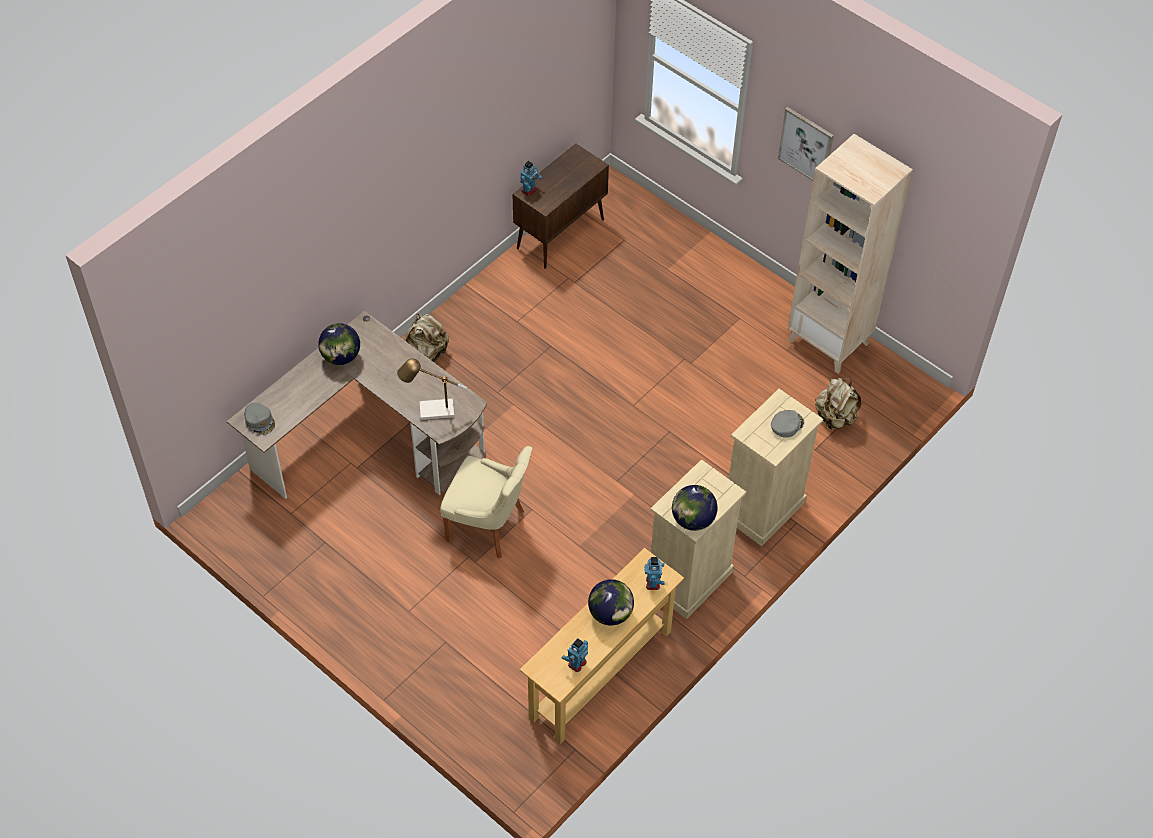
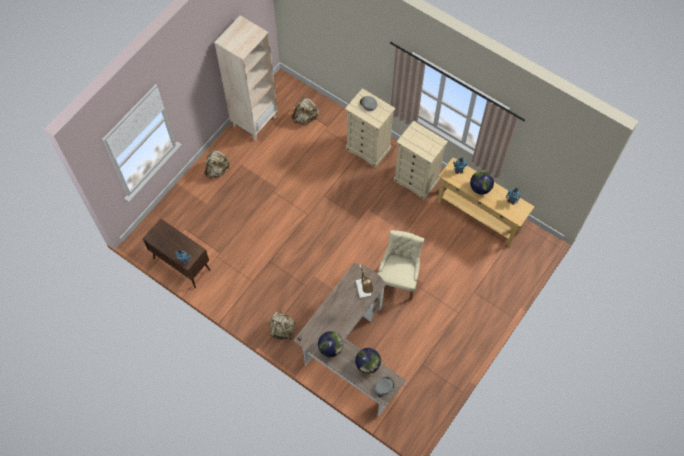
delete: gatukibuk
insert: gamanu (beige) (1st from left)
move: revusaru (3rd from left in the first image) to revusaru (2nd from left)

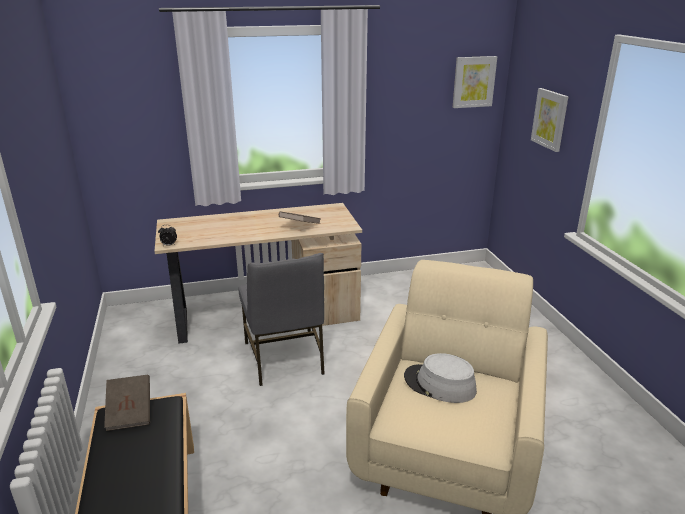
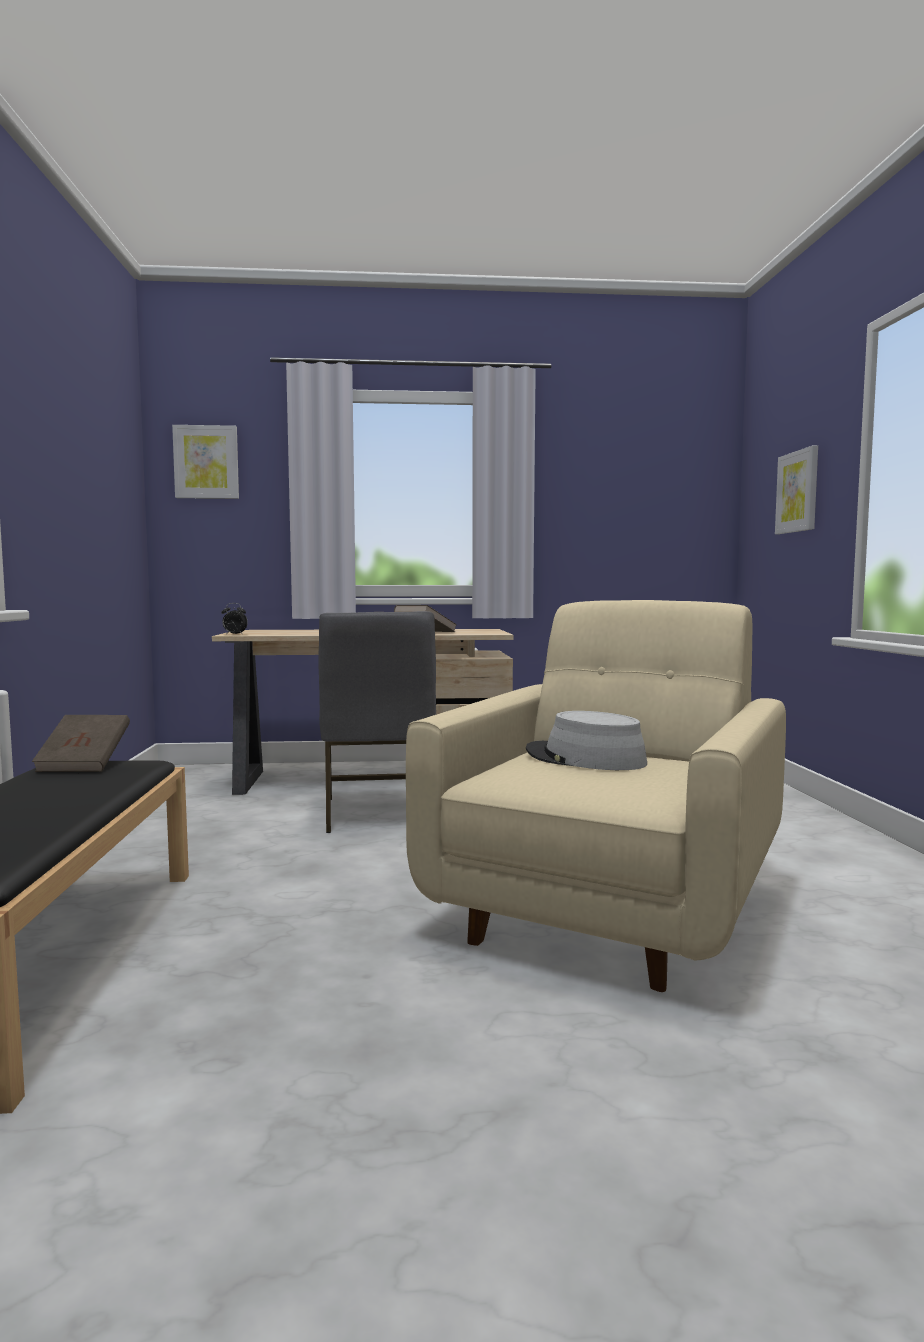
move: gatukibuk (1st from left)

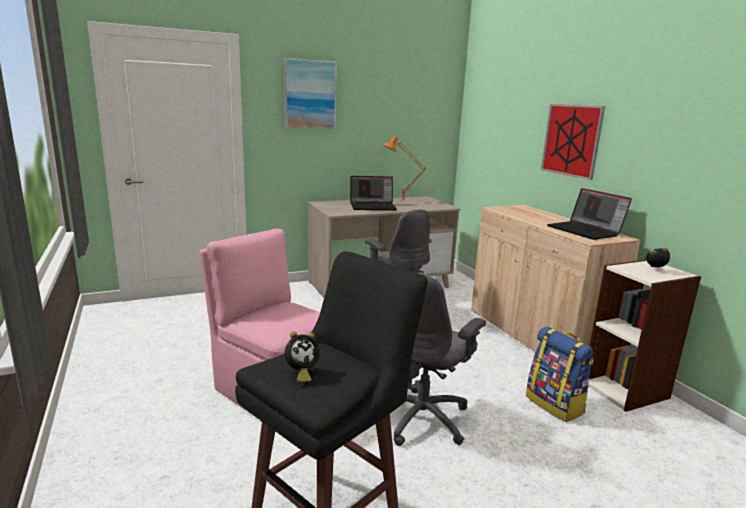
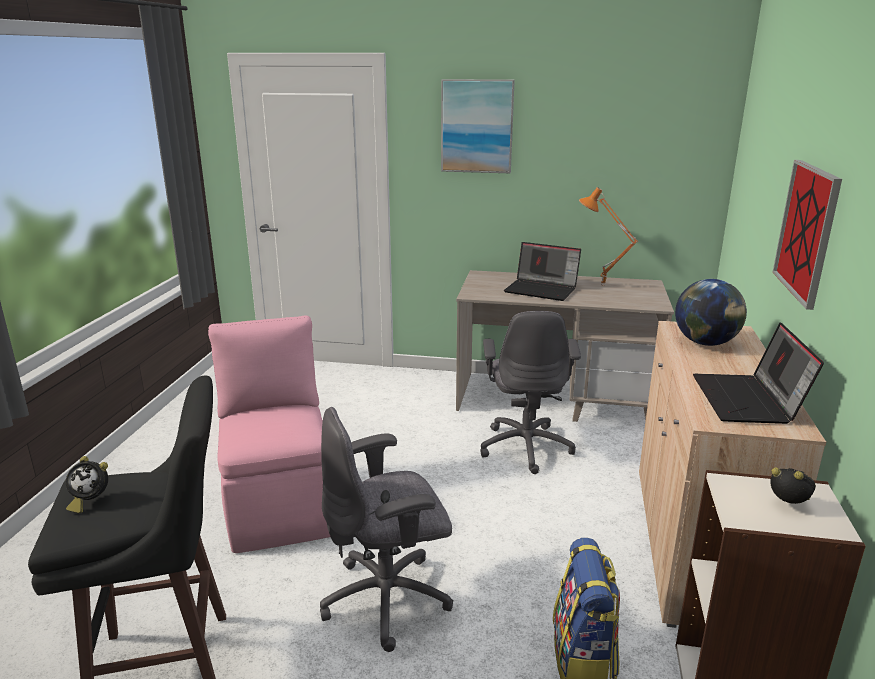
insert: revusaru

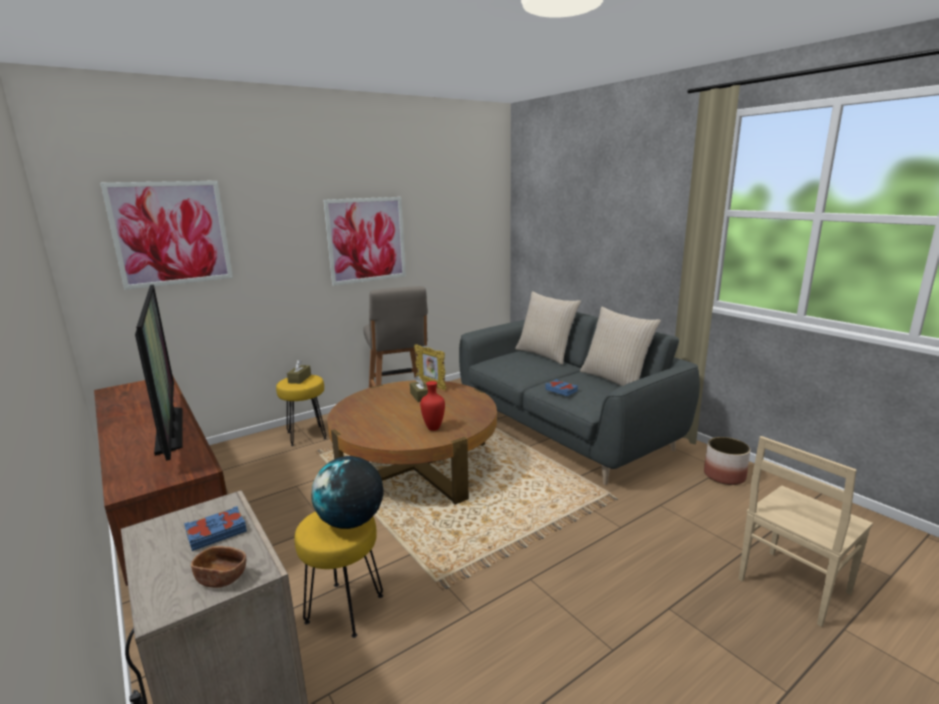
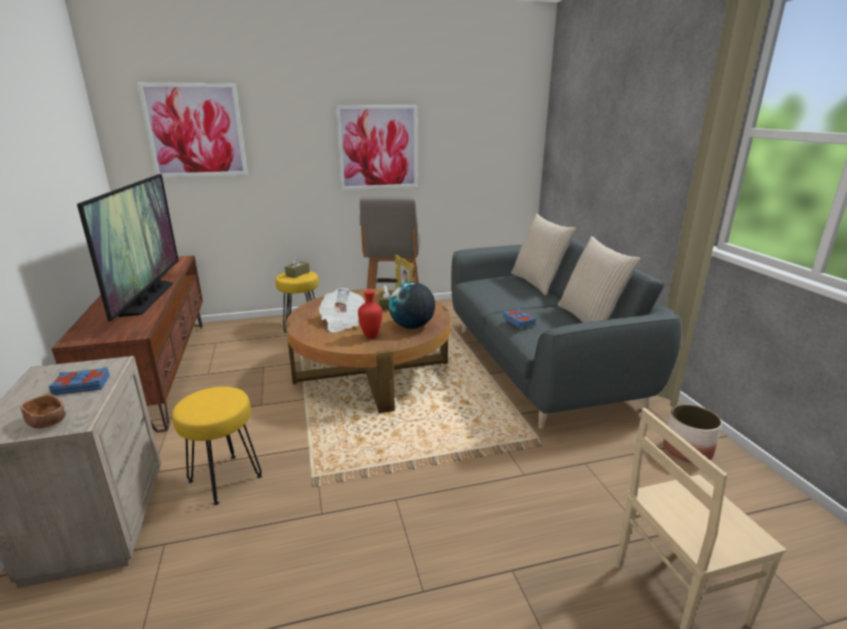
insert: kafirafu
move: revusaru

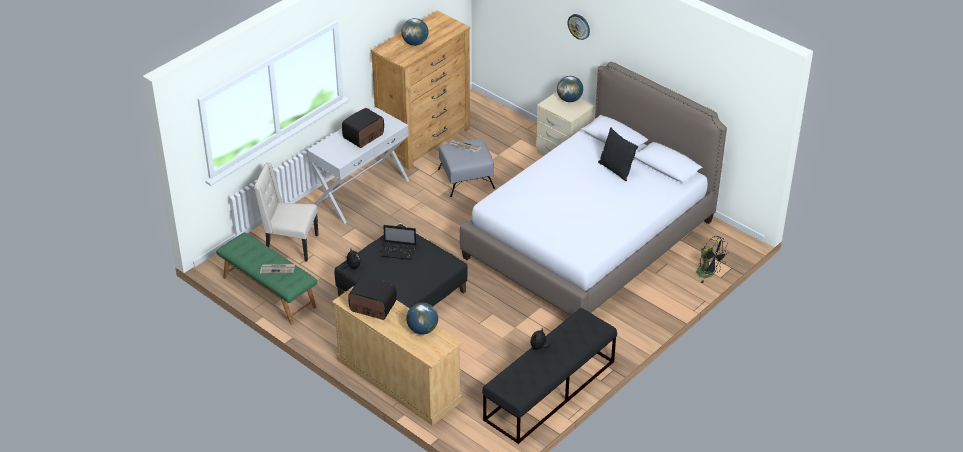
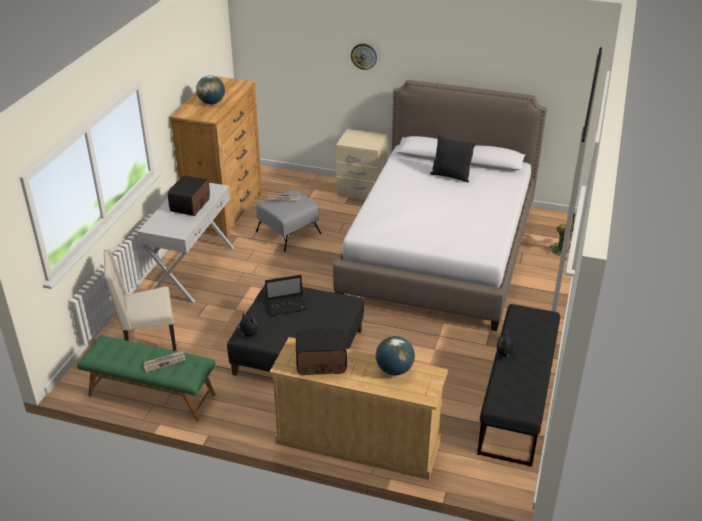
delete: revusaru (3rd from left)

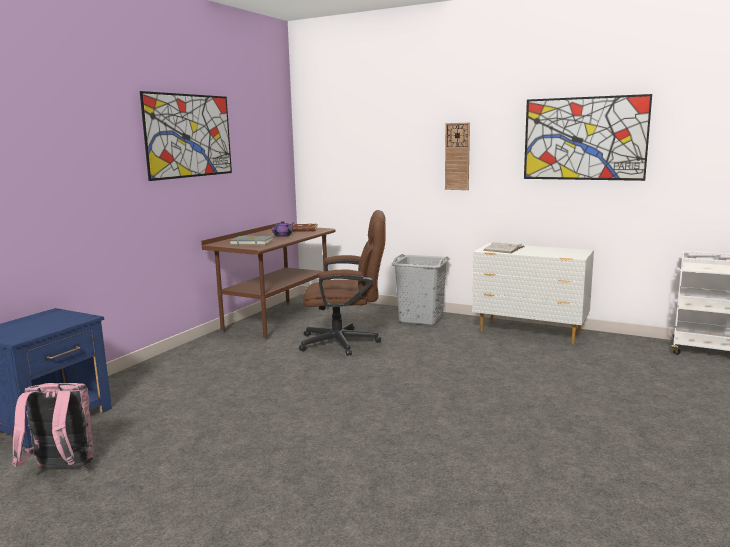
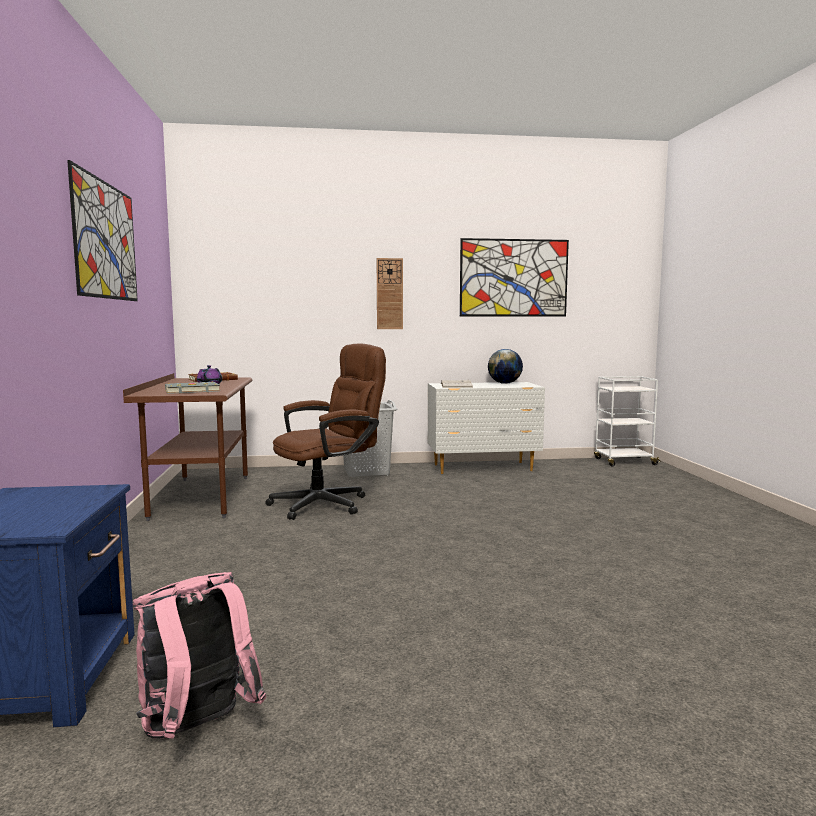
insert: revusaru

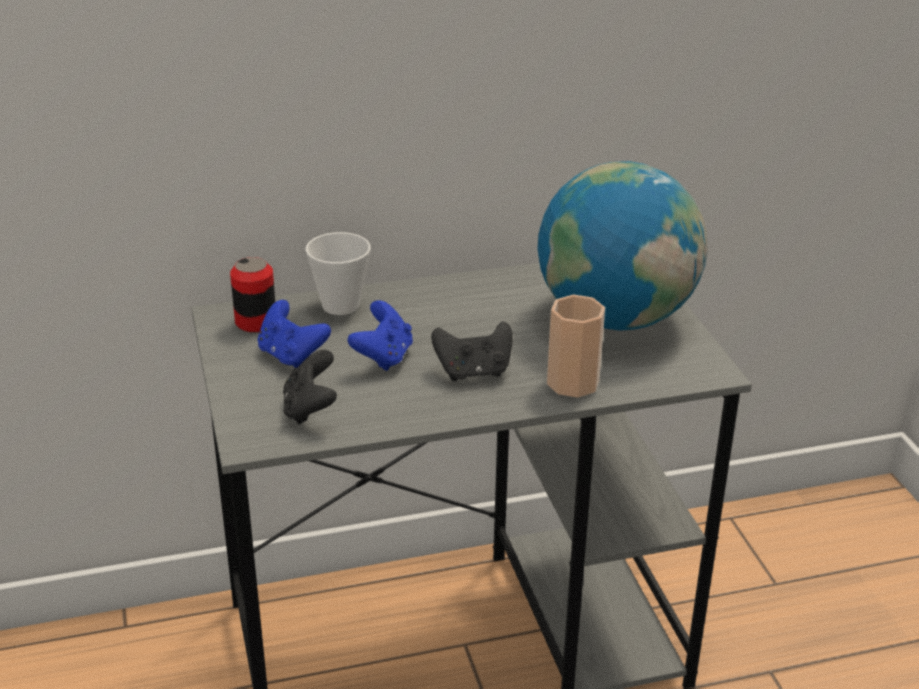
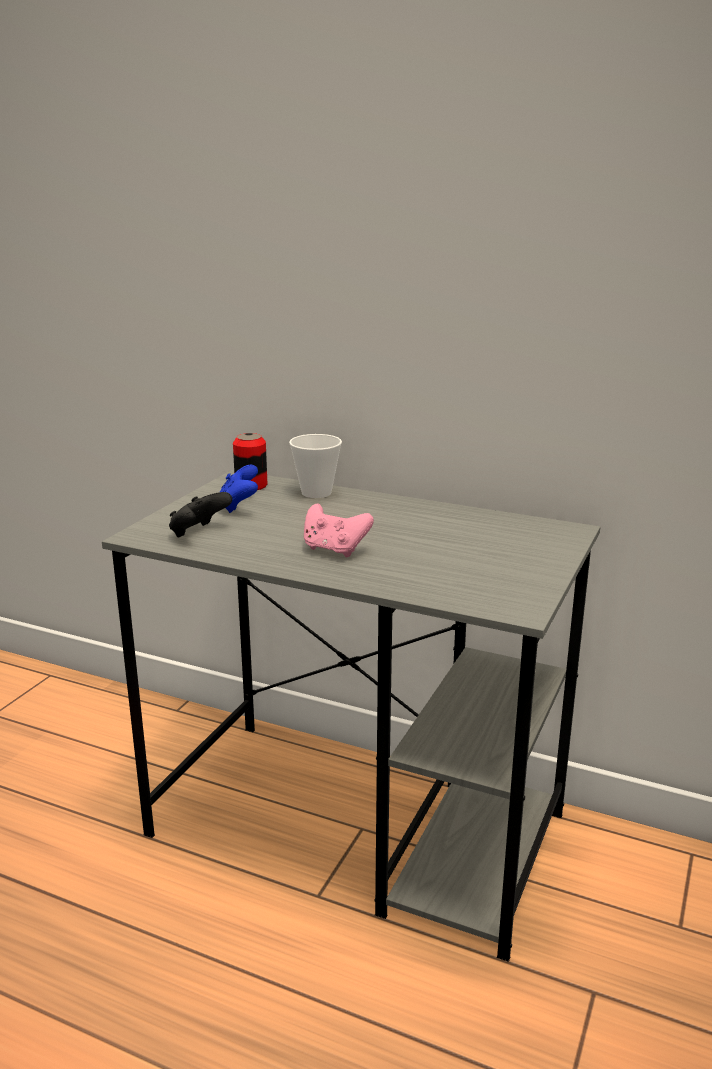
delete: revusaru; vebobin (2nd from left); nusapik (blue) (2nd from left)
recolor: nusapik (black) (2nd from left) to nusapik (pink)

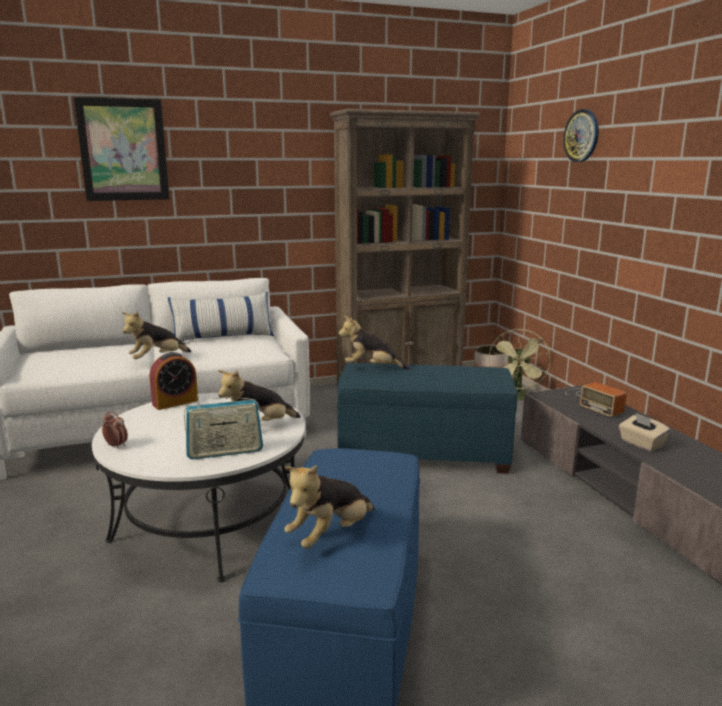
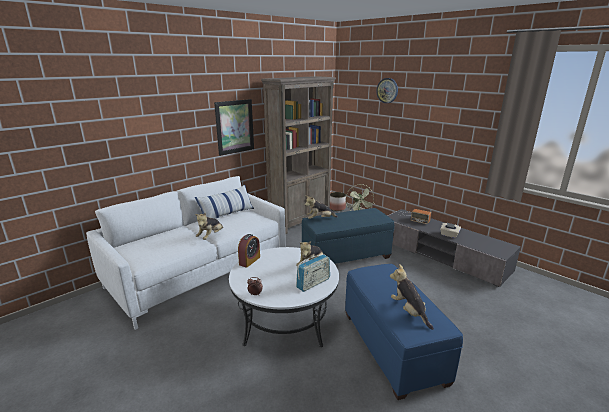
move: gatukibuk
rotate: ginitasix (3rd from left in the first image) 135 degrees clockwise

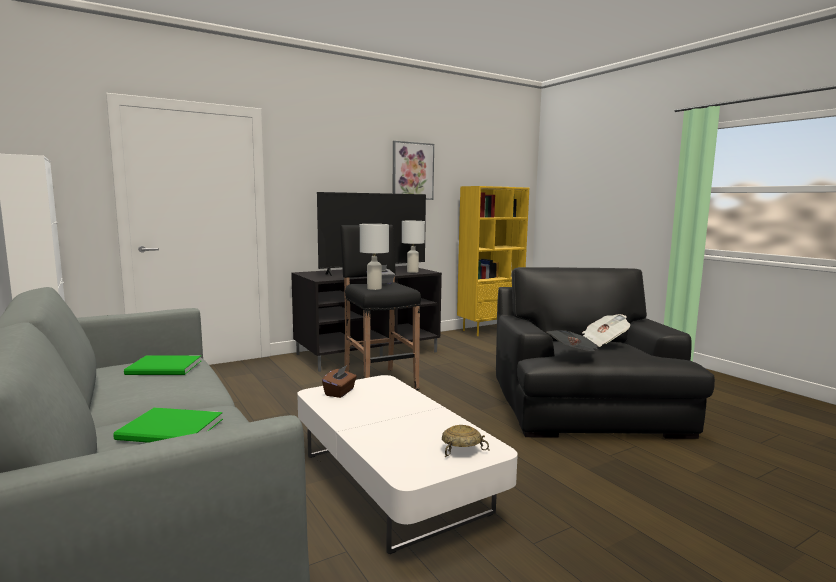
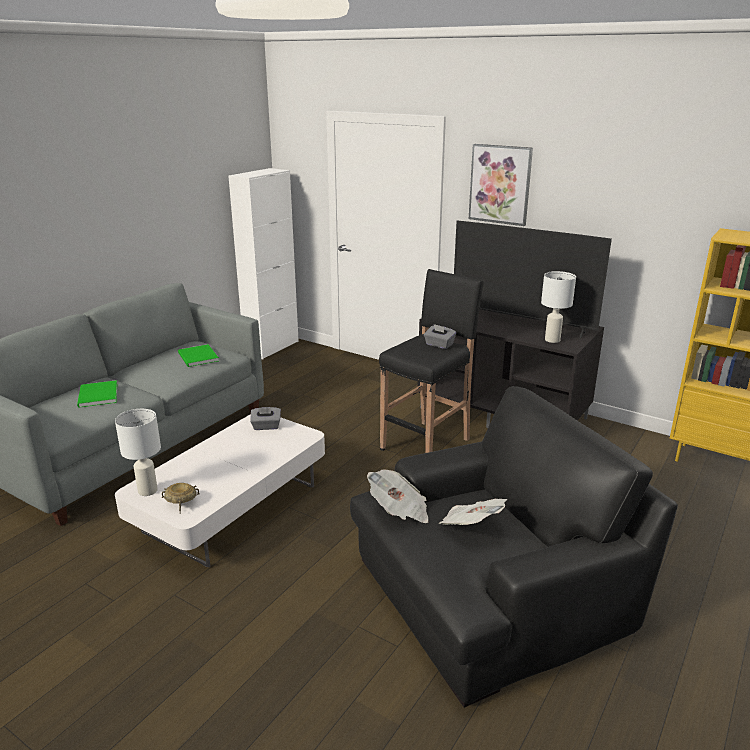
move: gatukibuk; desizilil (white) (1st from left)
recolor: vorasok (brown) to vorasok (grey) (1st from left)

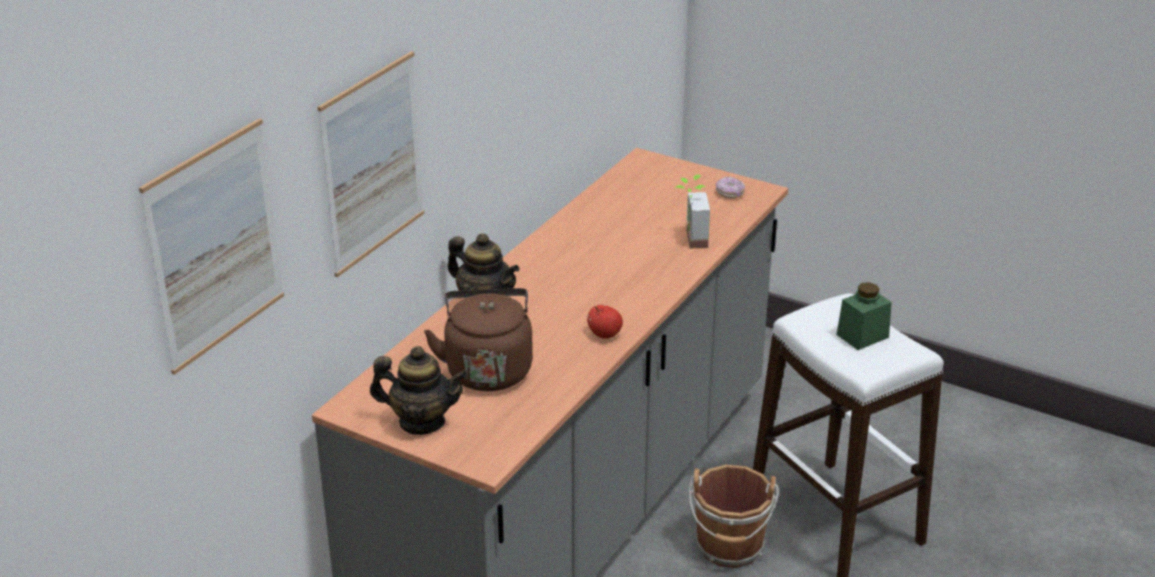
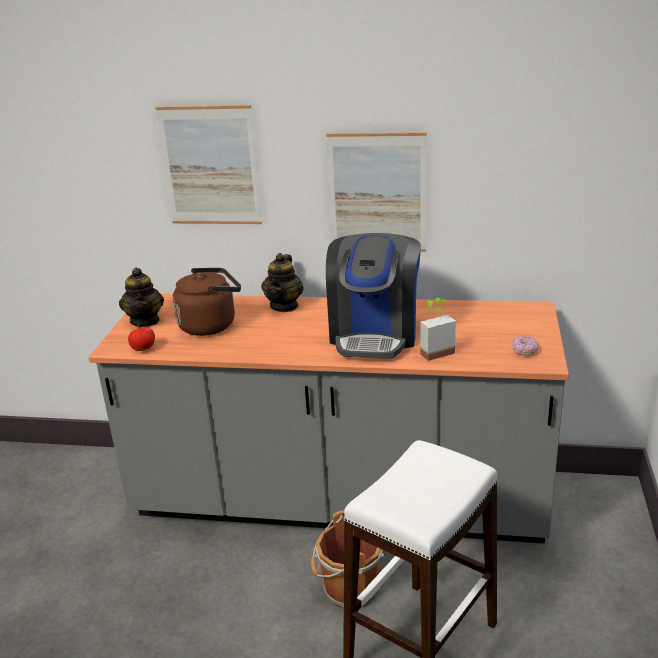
delete: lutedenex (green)
insert: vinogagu
move: gatukibuk (1st from left in the first image) to gatukibuk (2nd from left); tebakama

